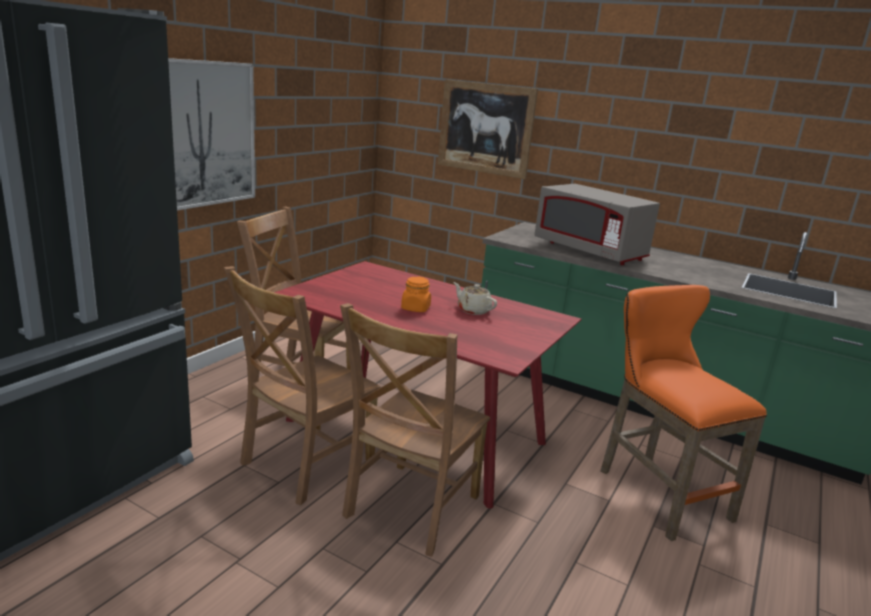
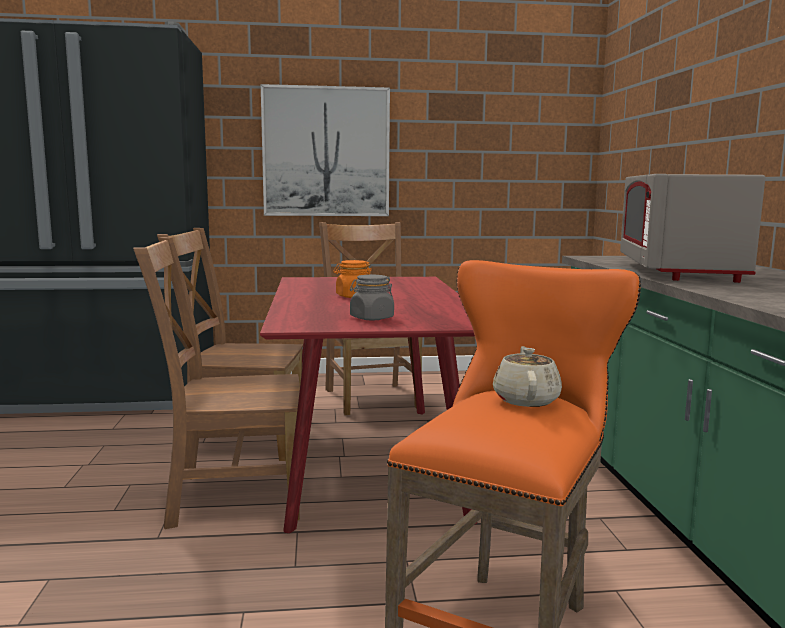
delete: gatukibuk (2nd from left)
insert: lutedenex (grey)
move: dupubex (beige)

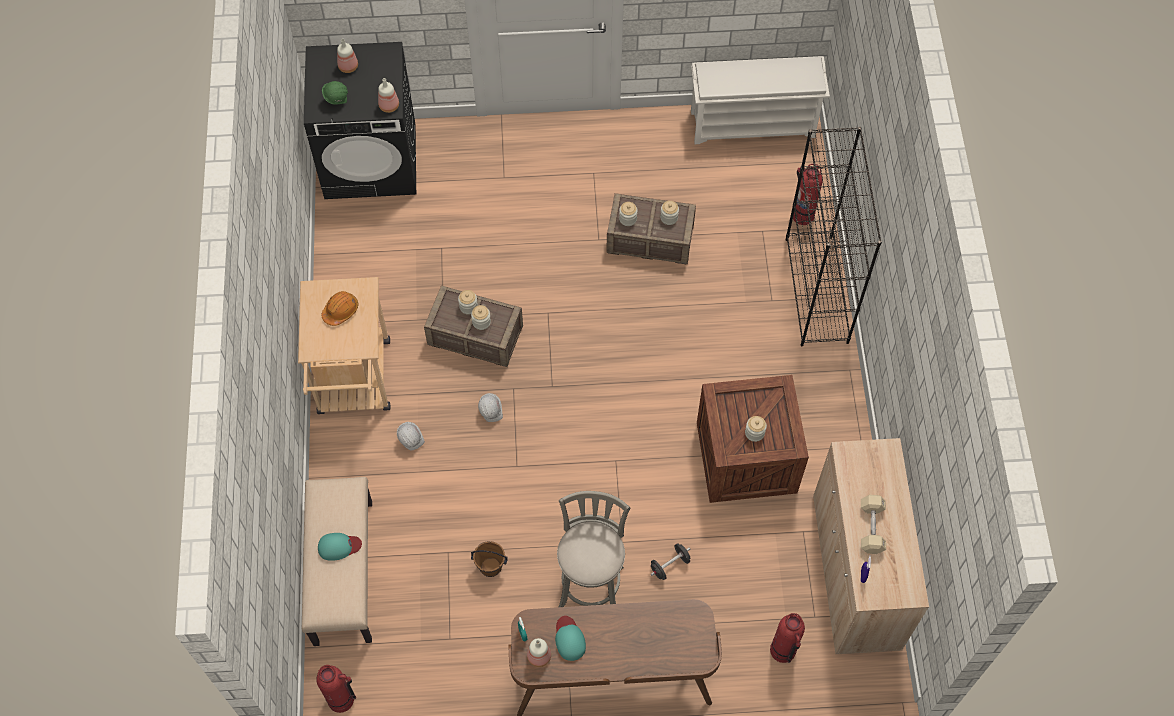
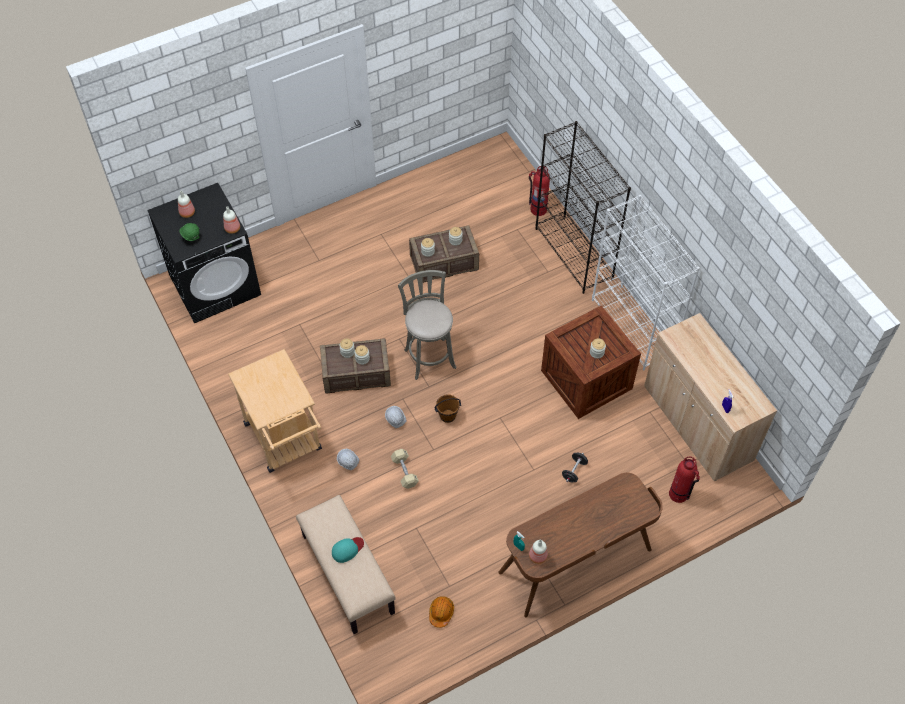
delete: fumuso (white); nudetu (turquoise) (2nd from left); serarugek (1st from left)
insert: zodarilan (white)
move: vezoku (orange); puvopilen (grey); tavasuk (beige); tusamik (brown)

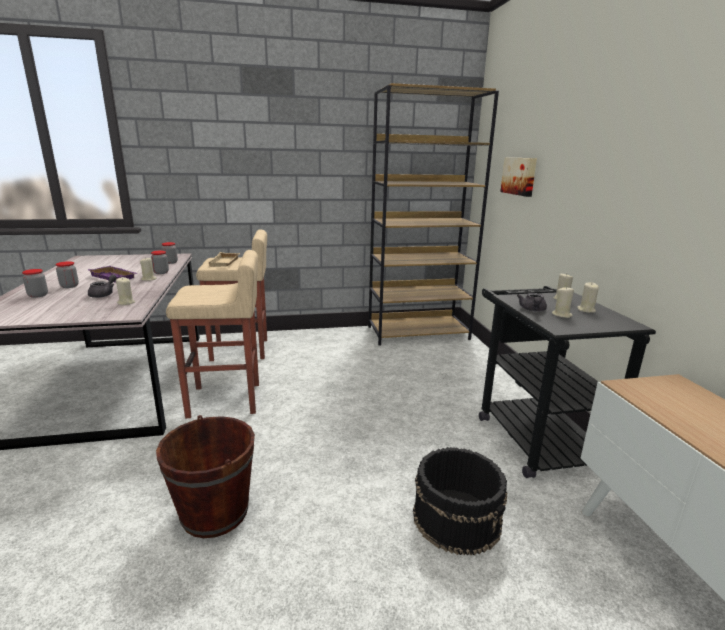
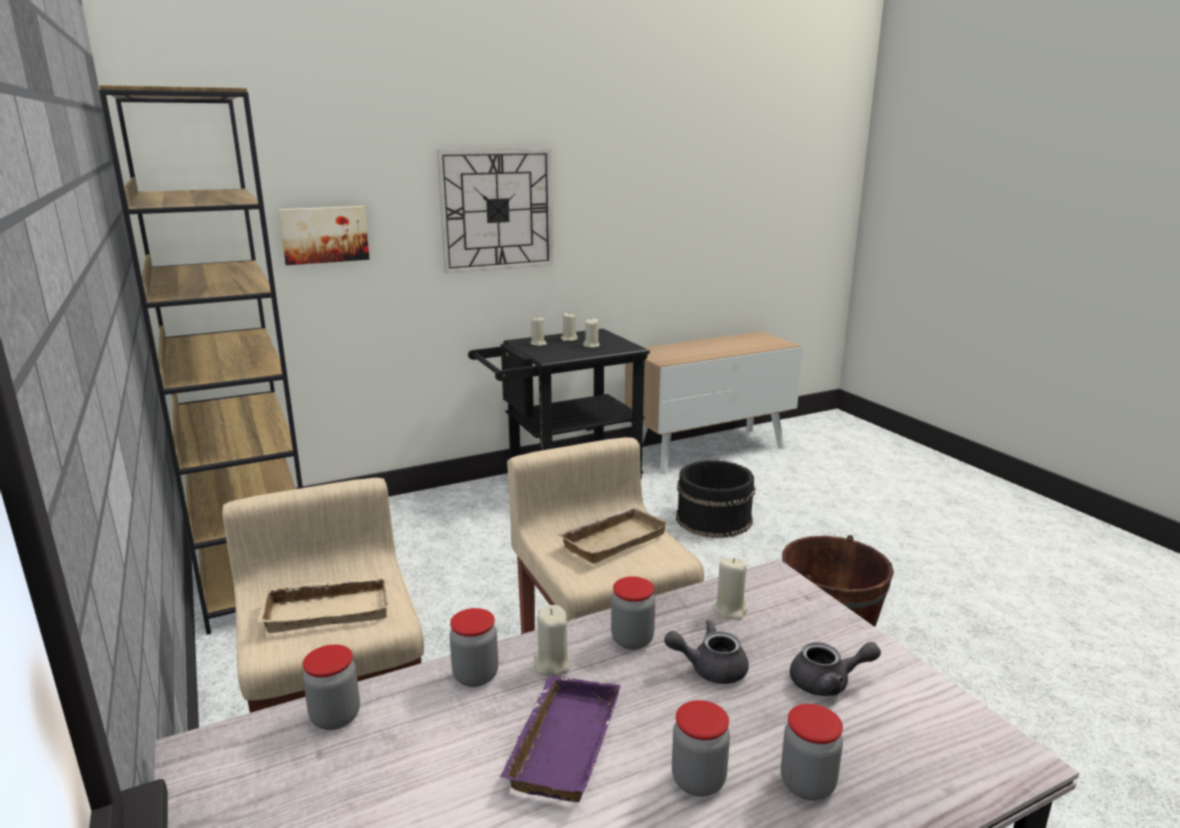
insert: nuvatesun; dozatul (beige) (2nd from left); lutedenex (3rd from left)
move: dupubex (grey) (2nd from left)

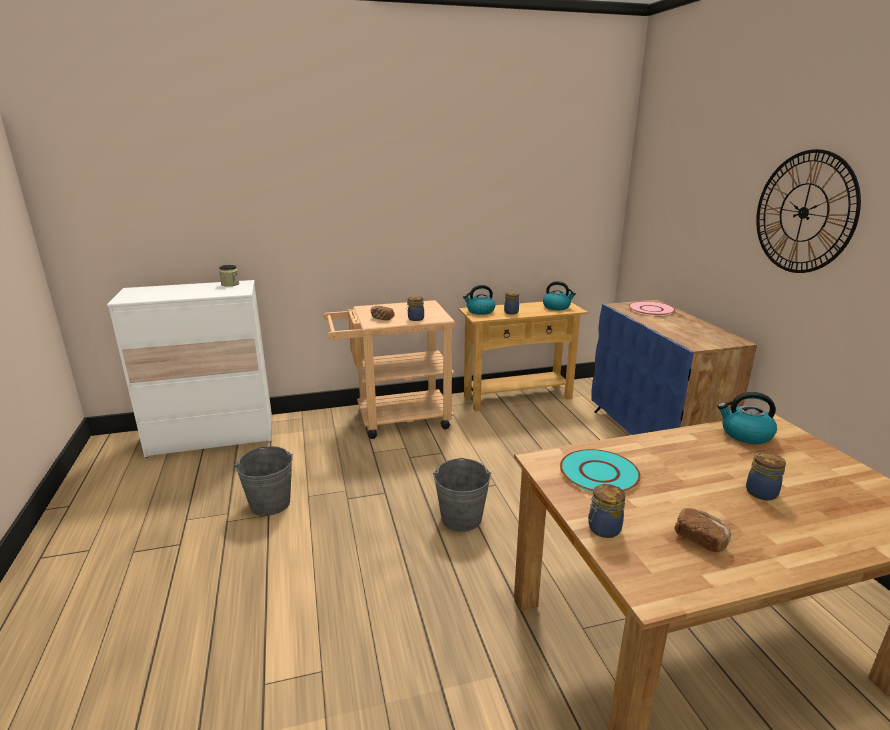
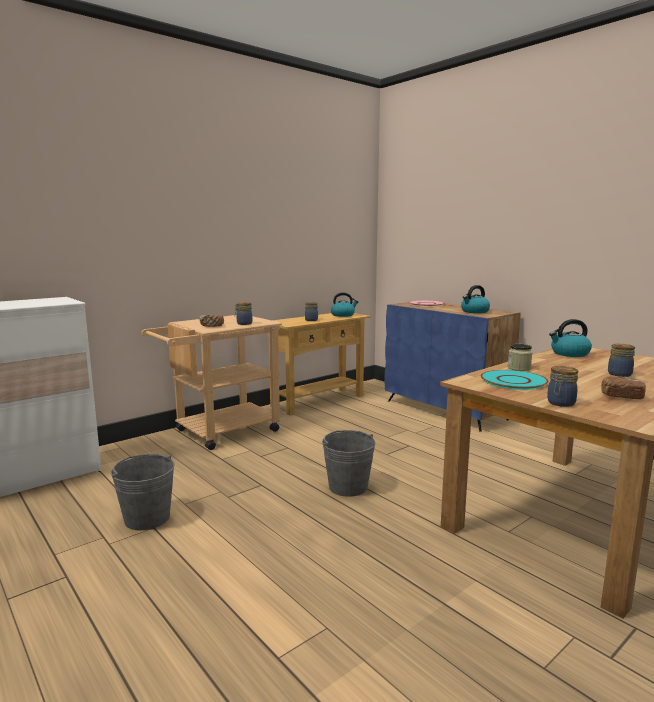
delete: nuvatesun
move: lutedenex (1st from left in the first image) to lutedenex (3rd from left); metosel (1st from left in the first image) to metosel (2nd from left)

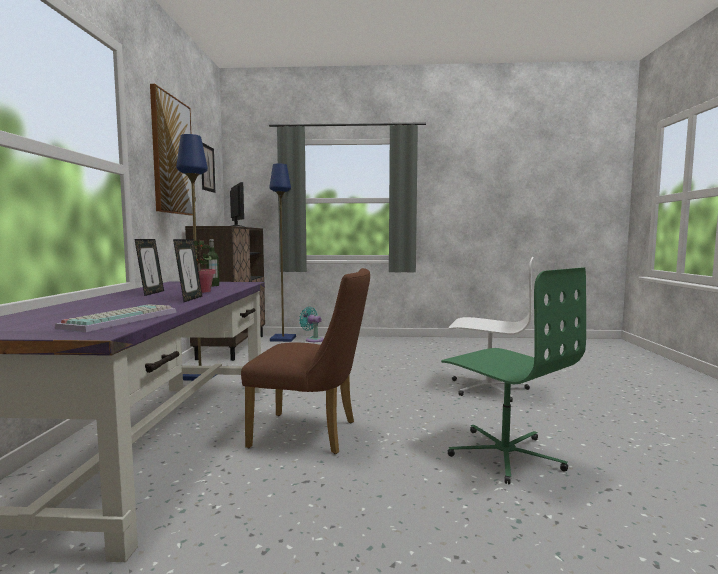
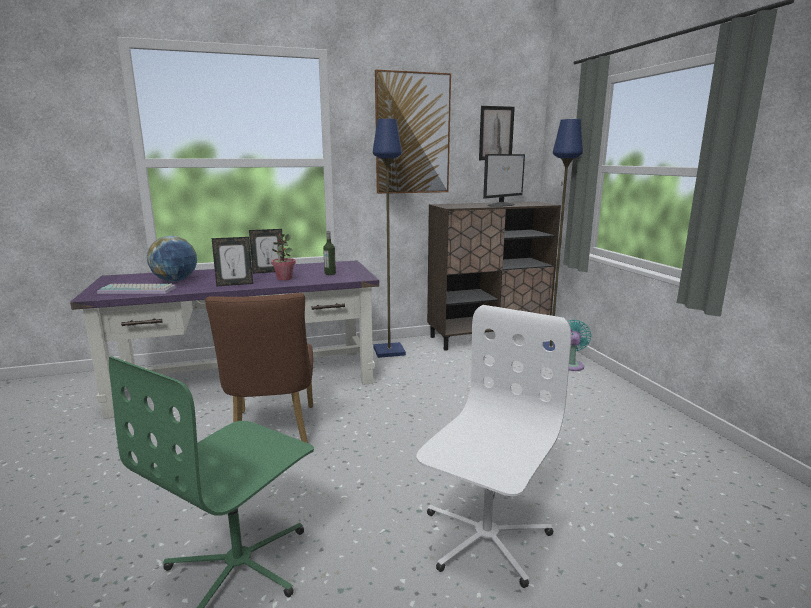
insert: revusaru
rotate: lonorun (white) 150 degrees counterclockwise

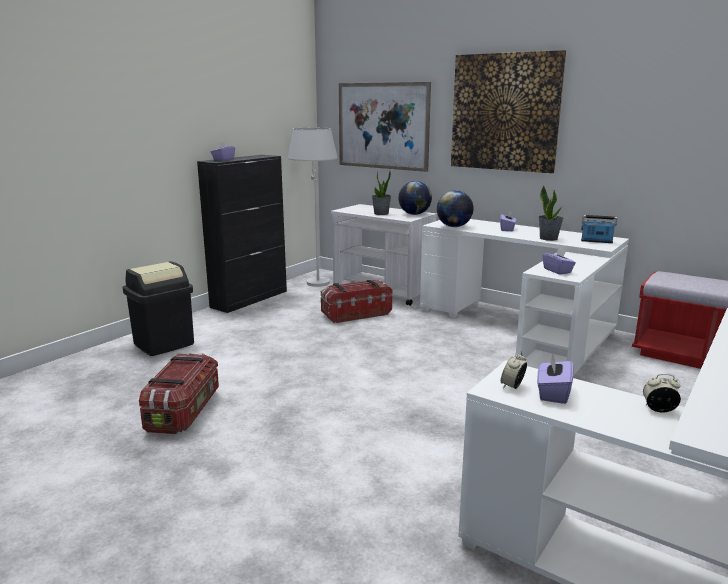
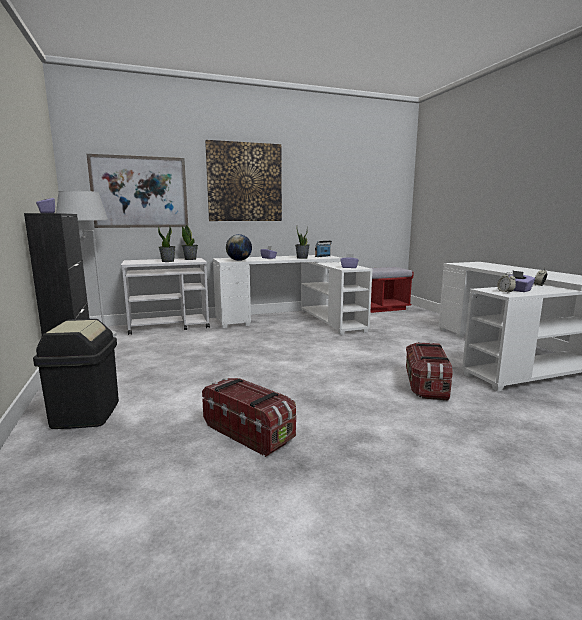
move: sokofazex (2nd from left)
replace: revusaru (1st from left) to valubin (2nd from left)

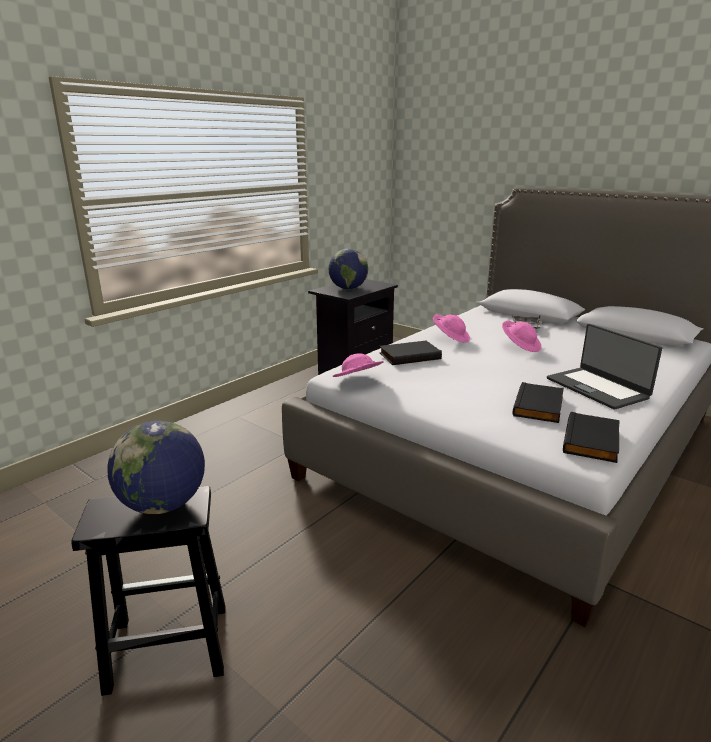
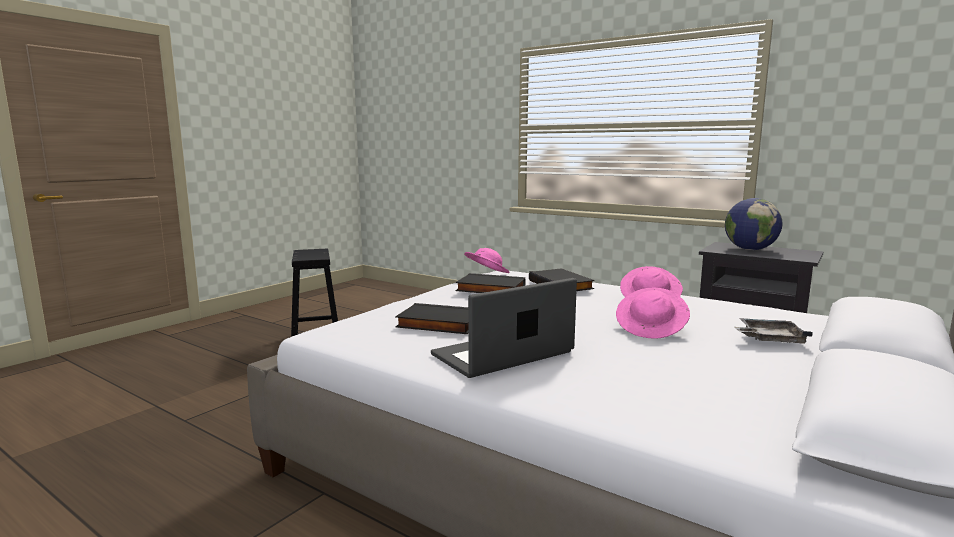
delete: revusaru (1st from left)
move: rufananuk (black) (3rd from left in the first image) to rufananuk (black) (2nd from left)

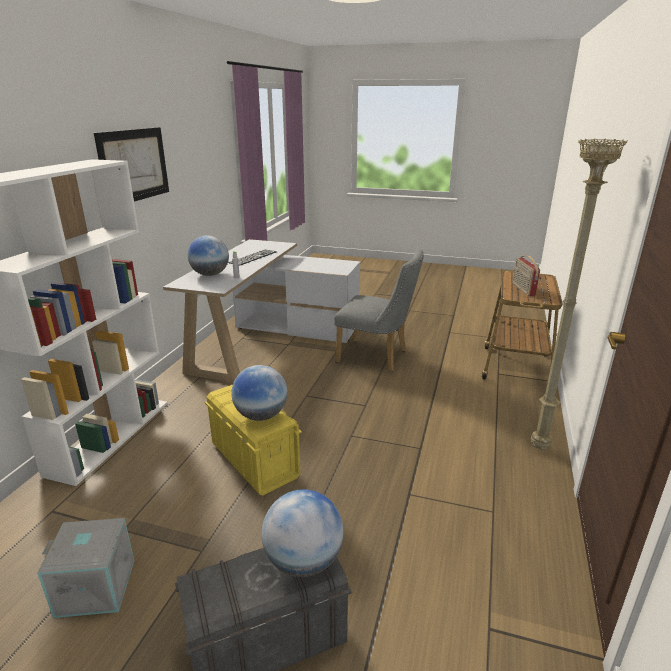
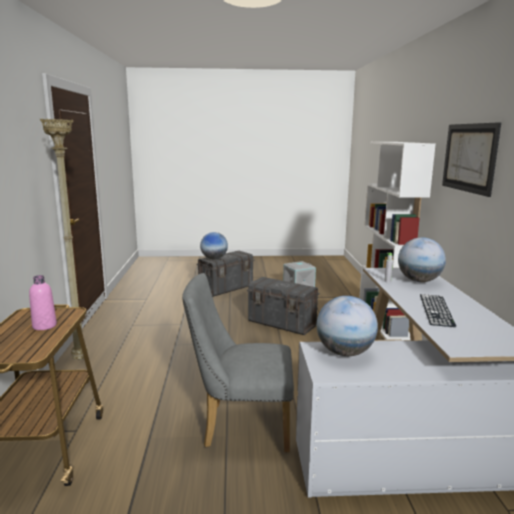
move: revusaru (2nd from left)
replace: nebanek to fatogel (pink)
recolor: sokofazex (yellow) to sokofazex (grey) (2nd from left)

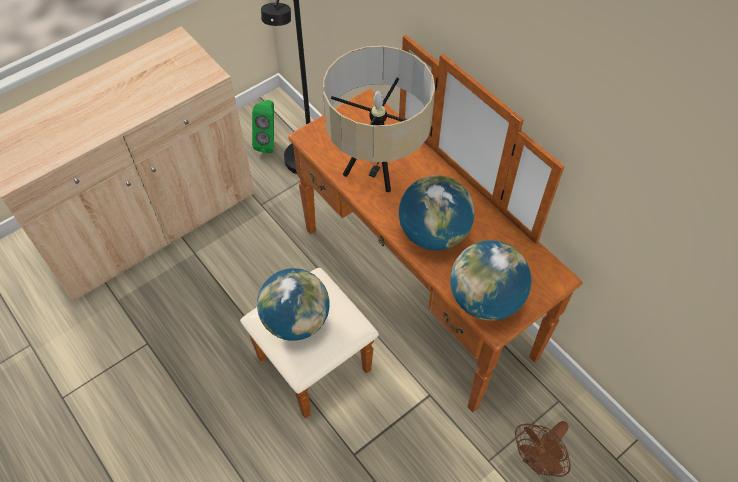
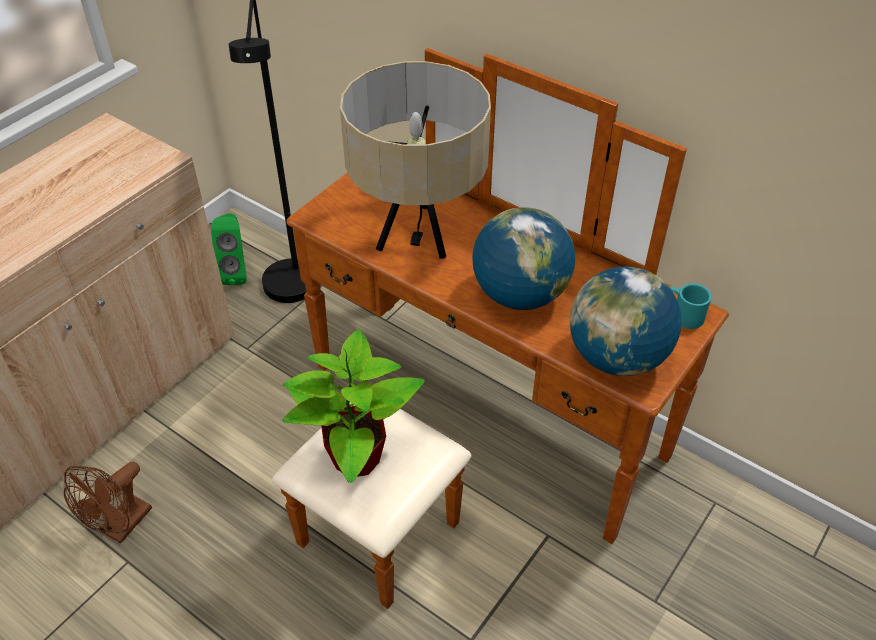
insert: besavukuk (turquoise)
move: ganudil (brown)
replace: revusaru (1st from left) to valubin

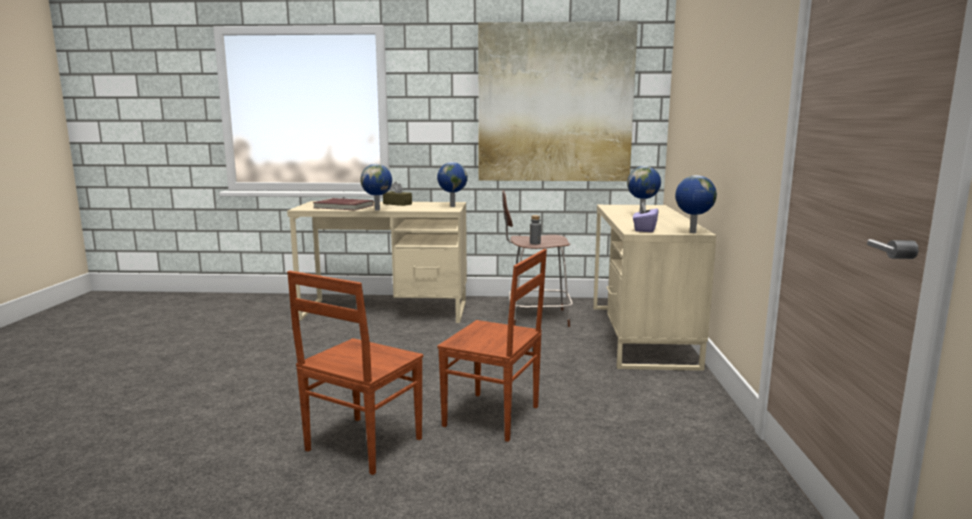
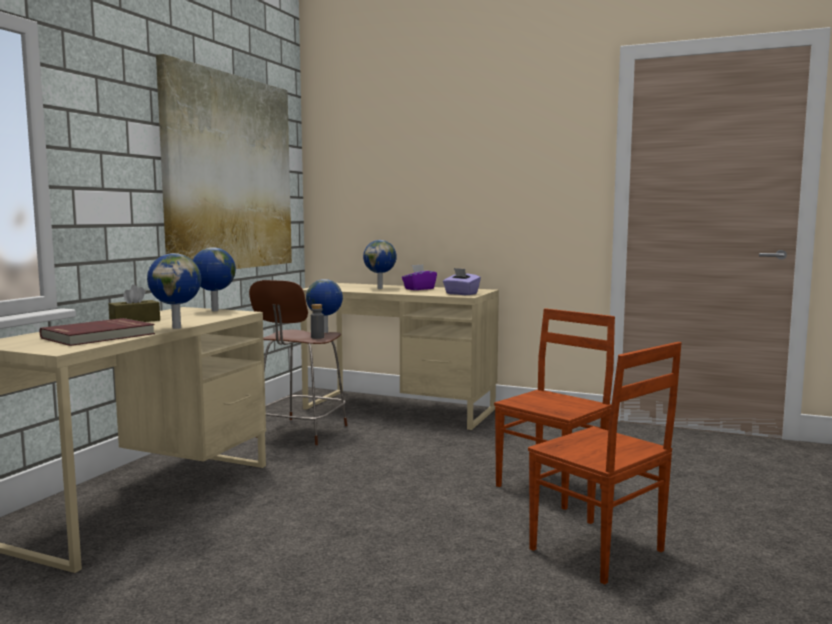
insert: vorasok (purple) (1st from left)
move: revusaru (4th from left in the first image) to revusaru (3rd from left)

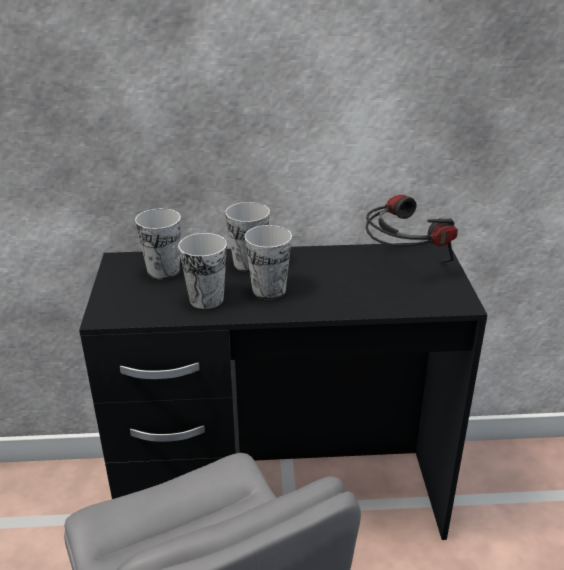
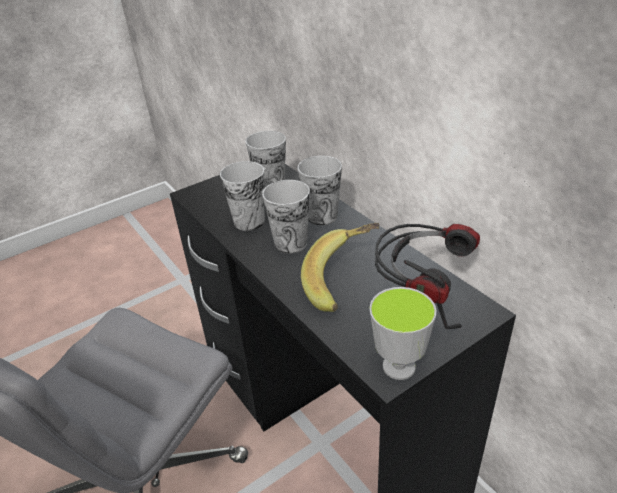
insert: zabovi; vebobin (5th from left)

